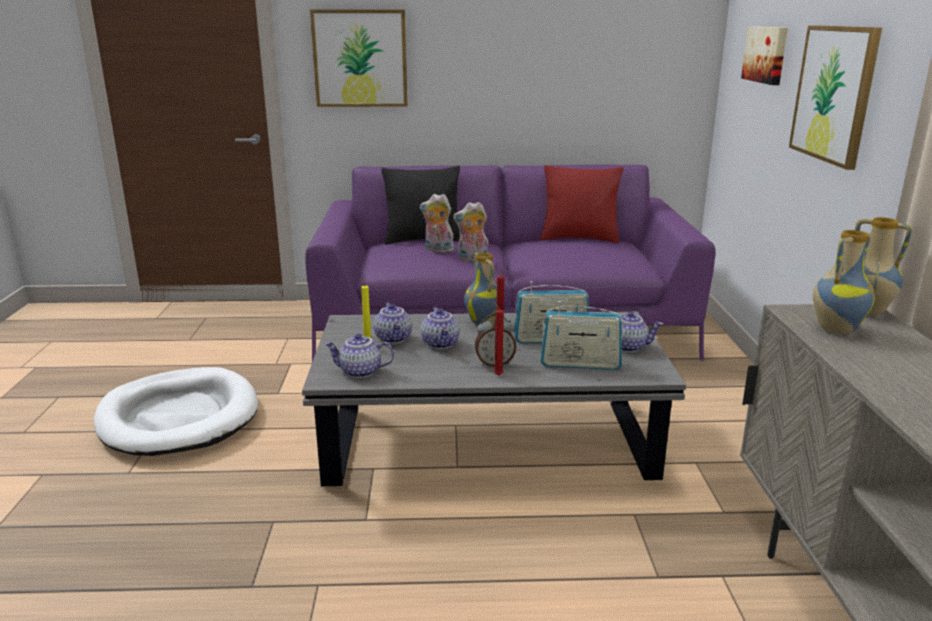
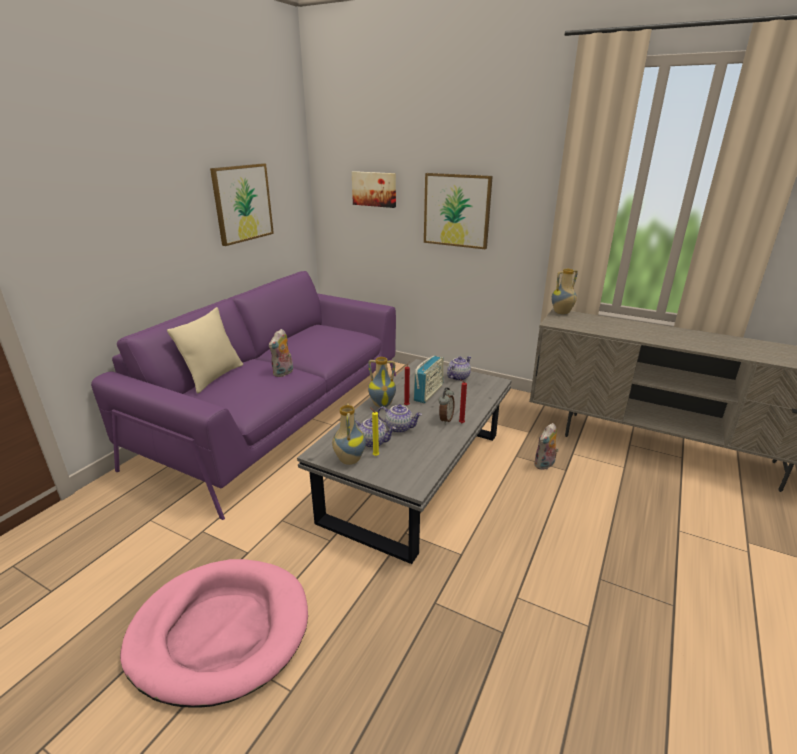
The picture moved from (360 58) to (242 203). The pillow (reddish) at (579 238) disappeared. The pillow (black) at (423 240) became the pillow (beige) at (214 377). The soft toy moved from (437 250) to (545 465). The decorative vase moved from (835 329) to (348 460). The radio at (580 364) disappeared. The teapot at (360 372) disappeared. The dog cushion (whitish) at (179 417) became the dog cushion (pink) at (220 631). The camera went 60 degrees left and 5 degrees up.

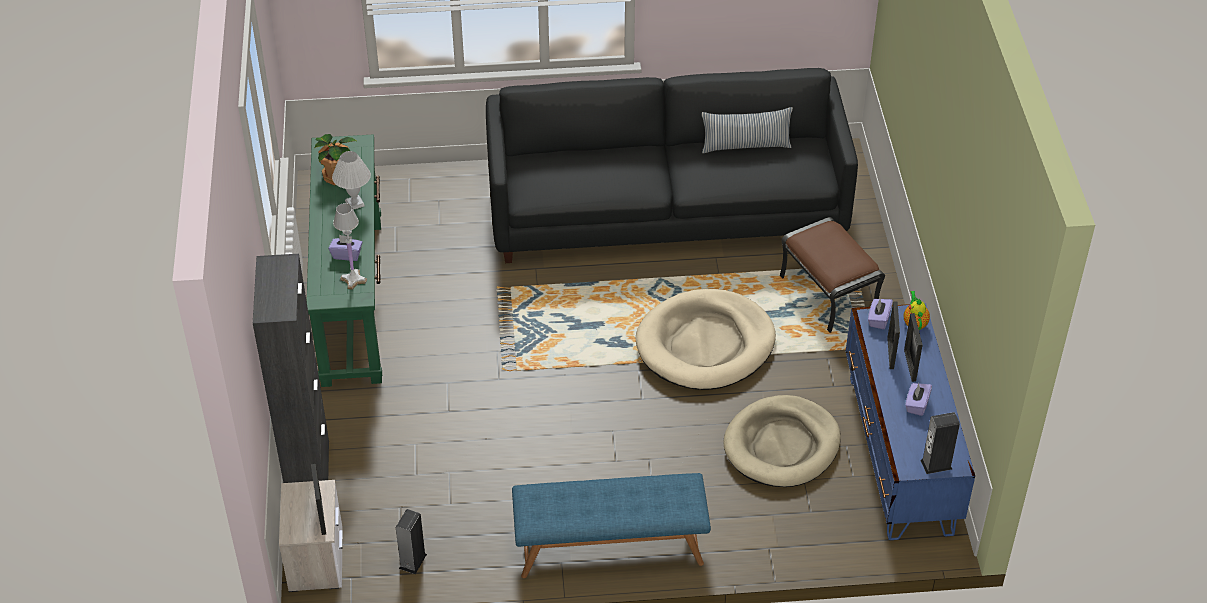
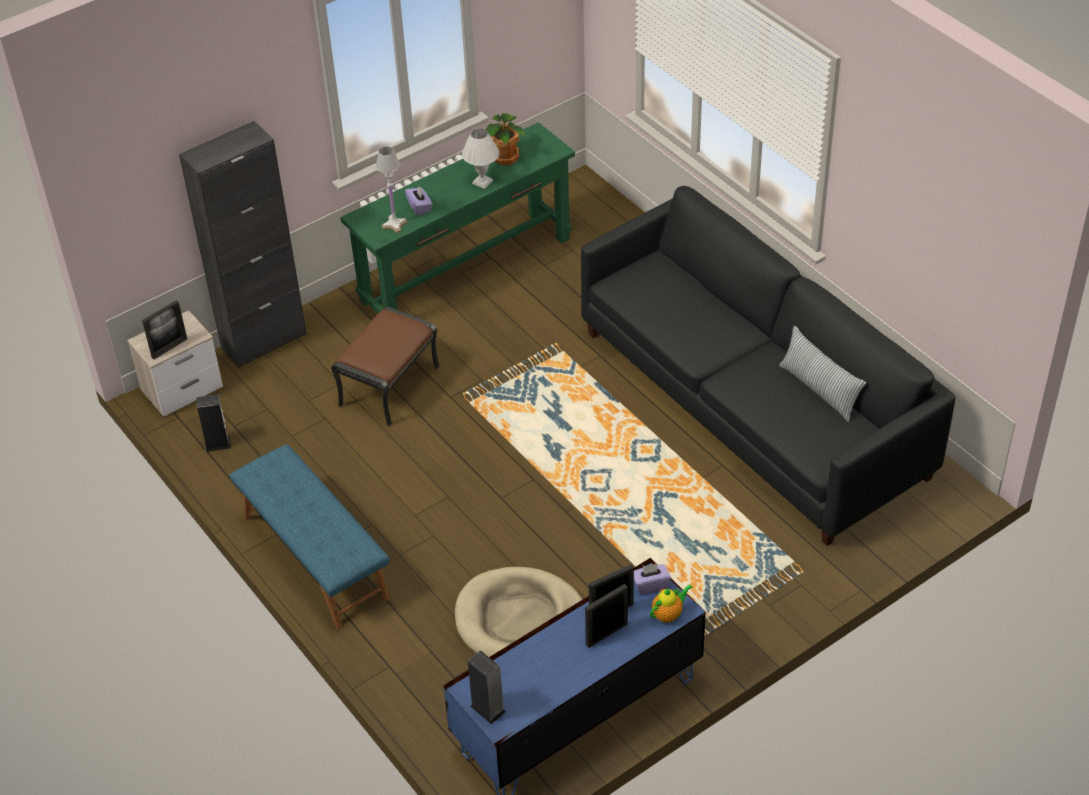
The pouffe (brown) moved from (827 294) to (389 385). The dog cushion (beige) at (705 344) disappeared. The box of tissues (purplish) at (916 405) disappeared. The camera went 60 degrees right and 0 degrees up.

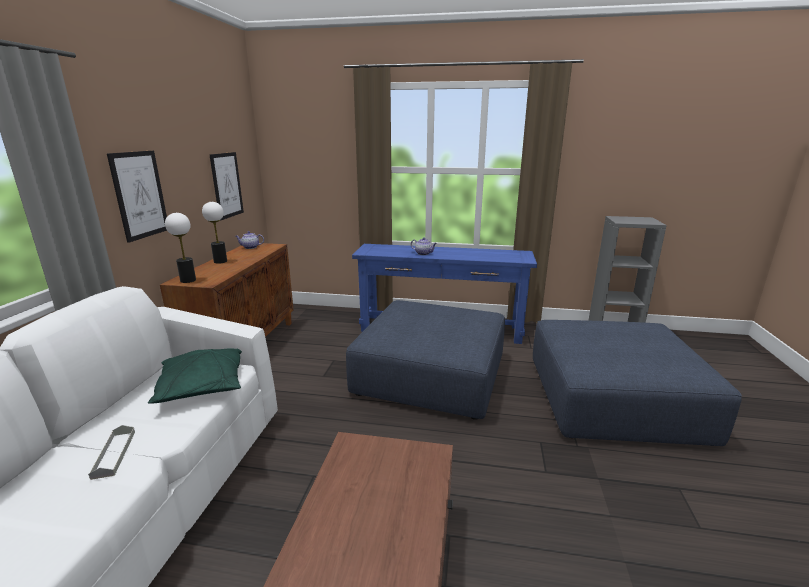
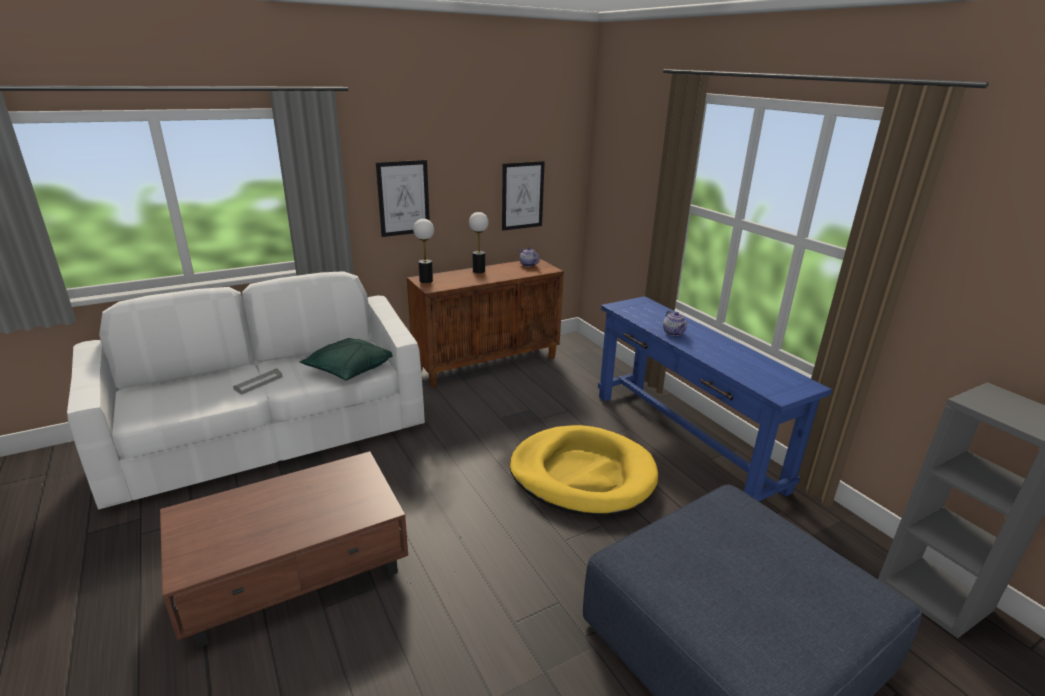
The pouffe (bluish) at (430 375) was replaced by the dog cushion (yellow) at (582 474). The camera went 50 degrees right and 5 degrees up.

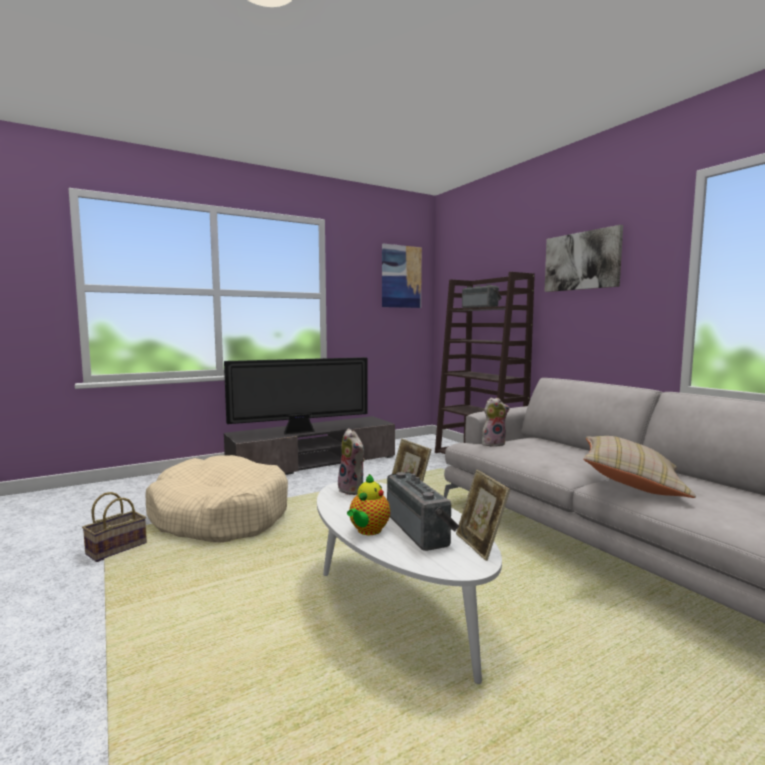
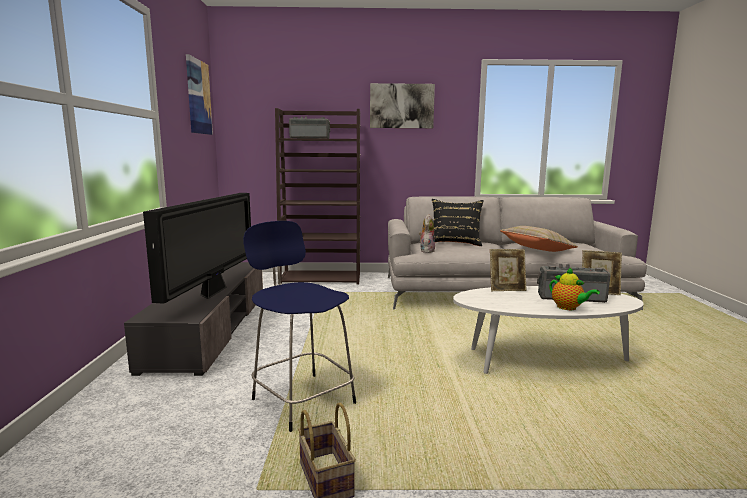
The soft toy at (353 490) disappeared. The dog cushion (beige) at (219 516) was replaced by the stool seat (bluish) at (301 400). The pillow (black) at (455 242) appeared. The camera went 60 degrees left and 5 degrees up.

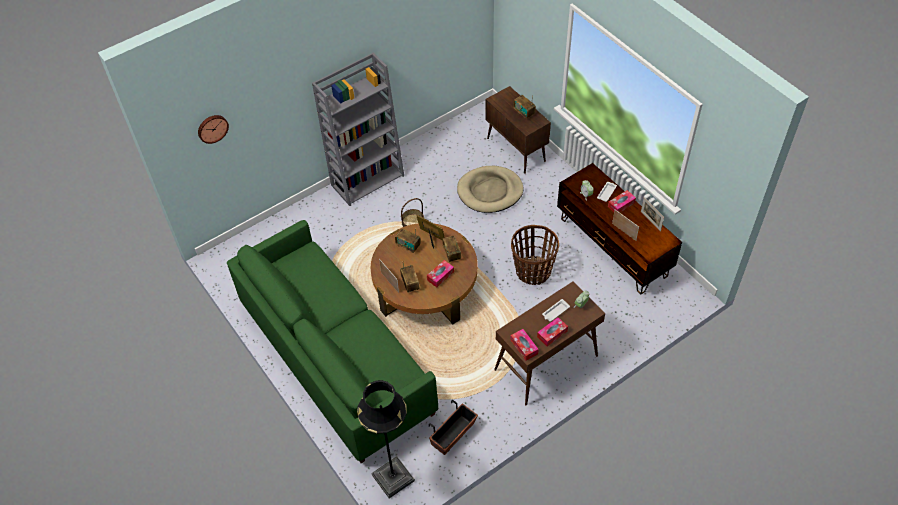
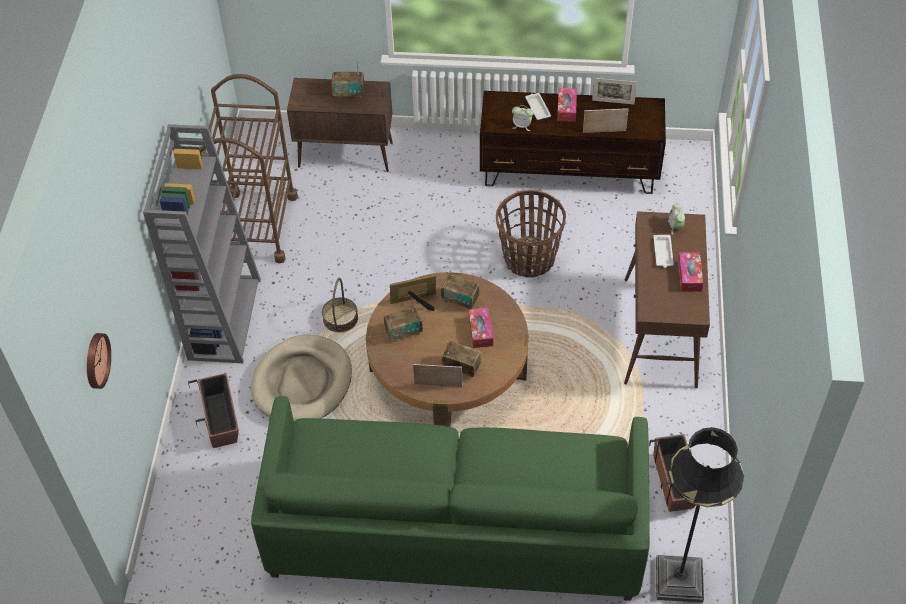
The dog cushion (beige) moved from (490 191) to (302 382). The box of tissues at (524 347) disappeared. The wheeled cart (brown) at (257 226) appeared. The plant pot at (220 419) appeared. The camera went 50 degrees left and 0 degrees up.

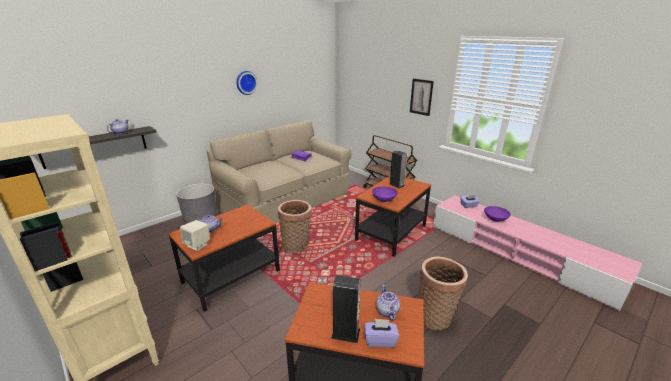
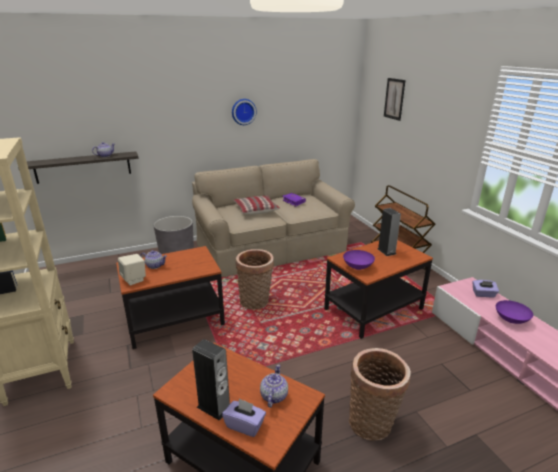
The picture moved from (421 97) to (394 99). The pillow at (255 209) appeared. The camera went 20 degrees right and 0 degrees up.

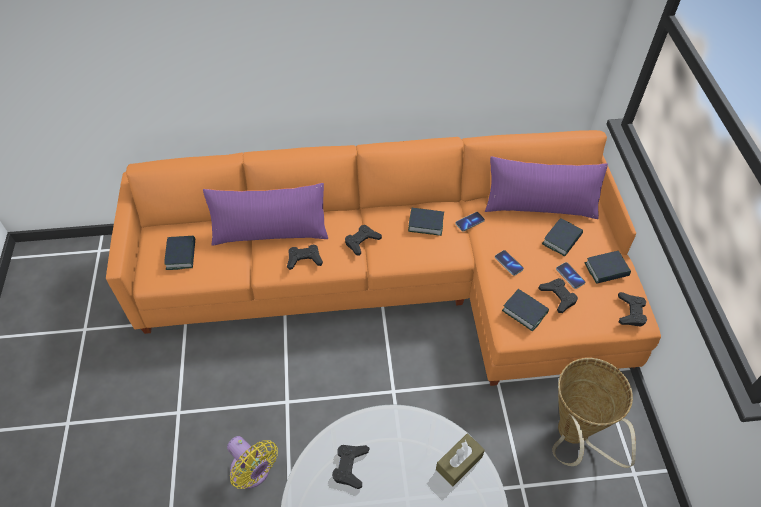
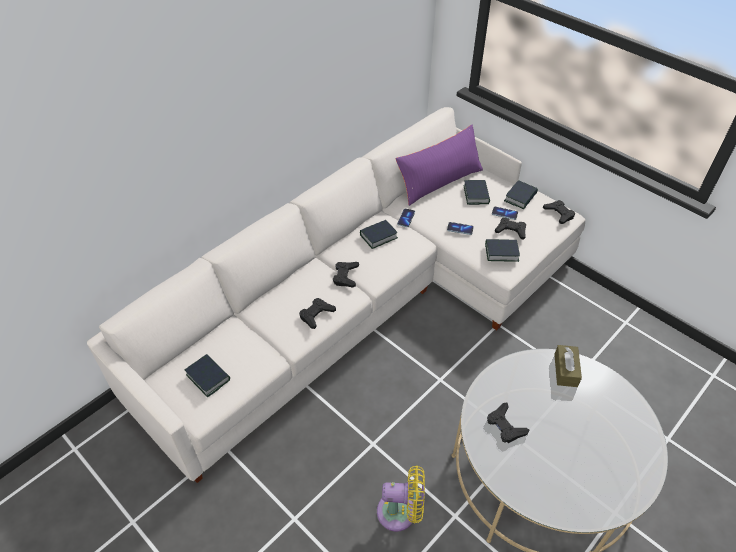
The sofa (orange) at (405 278) became the sofa (whitish) at (369 299). The pillow (purplish) at (270 231) disappeared. The storage basket at (573 438) disappeared. The camera went 40 degrees left and 5 degrees down.

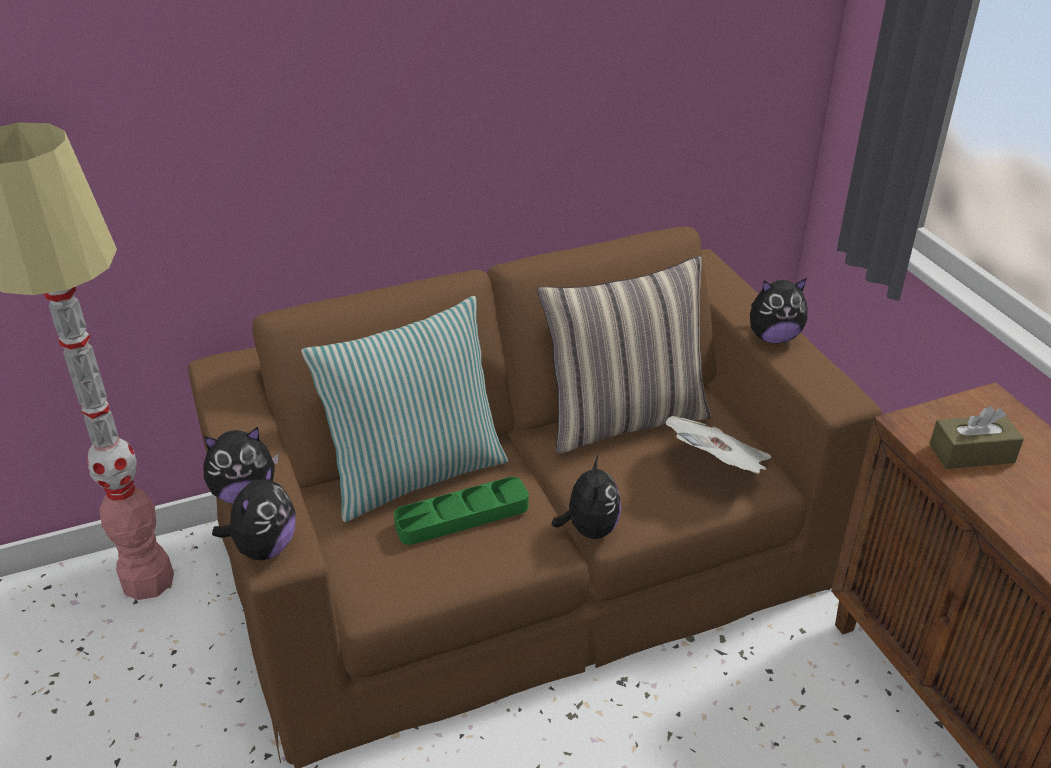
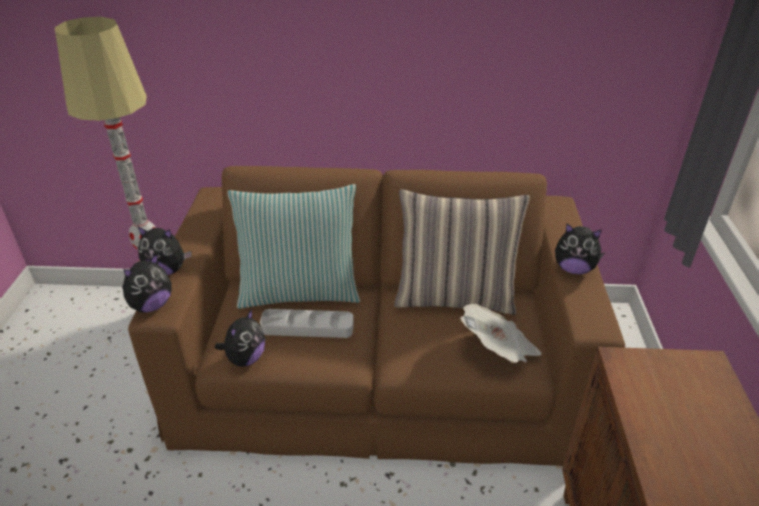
The box of tissues (brown) at (971 453) disappeared. The soft toy moved from (589 529) to (245 358). The tray (green) at (462 516) became the tray (grey) at (307 327). The camera went 25 degrees right and 0 degrees up.

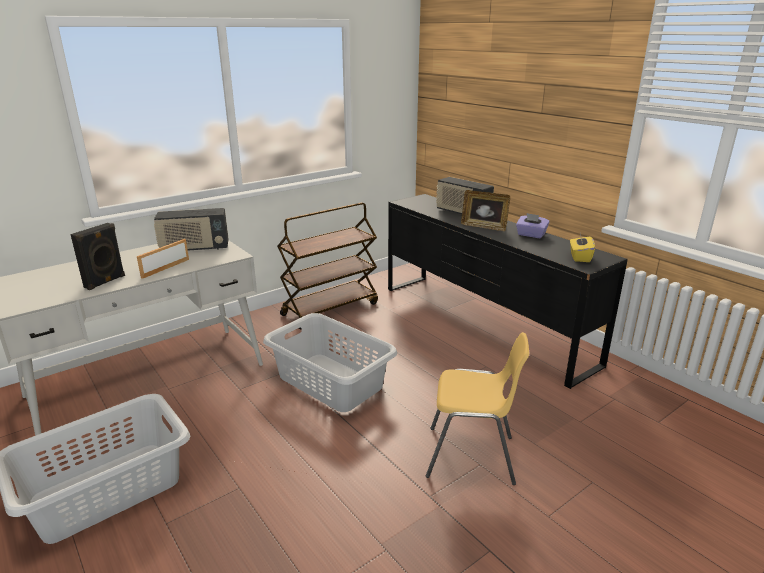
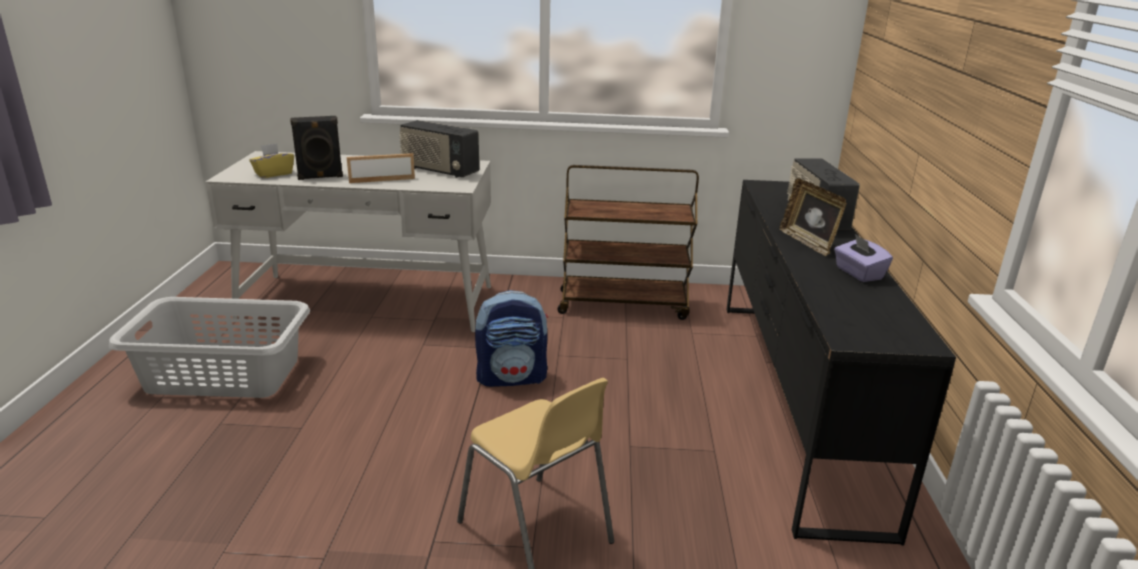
The box of tissues (yellow) moved from (579 257) to (273 174). The hamper (grey) at (330 381) was replaced by the knapsack at (512 377). The camera went 40 degrees right and 0 degrees up.

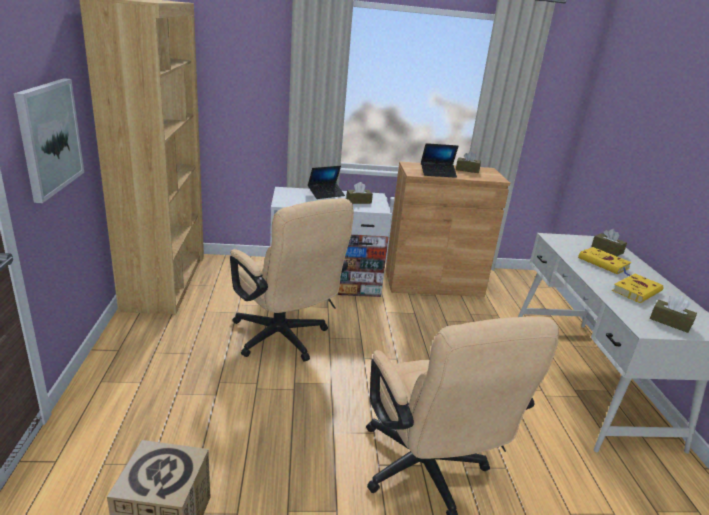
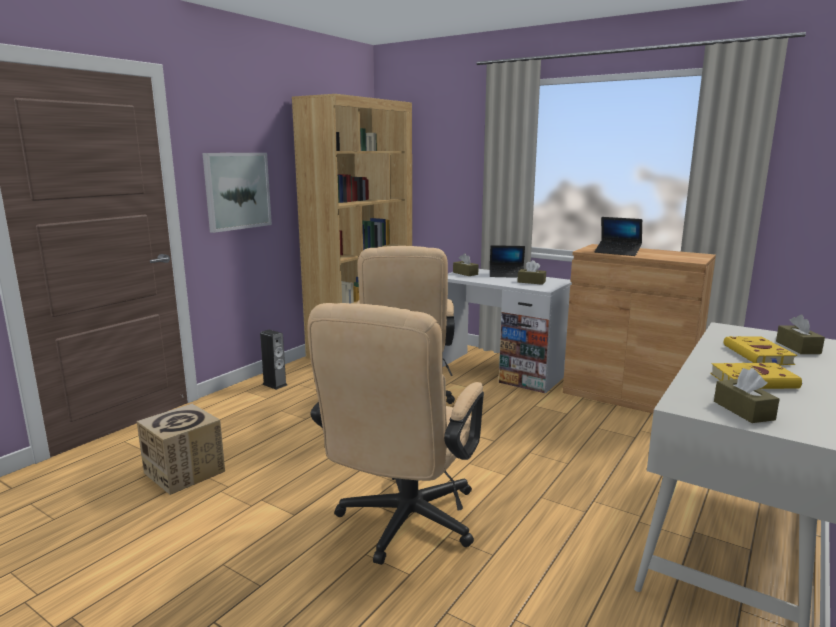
The box of tissues (brown) moved from (467 170) to (465 273). The loudspeaker at (274 384) appeared. The camera went 40 degrees right and 10 degrees down.

